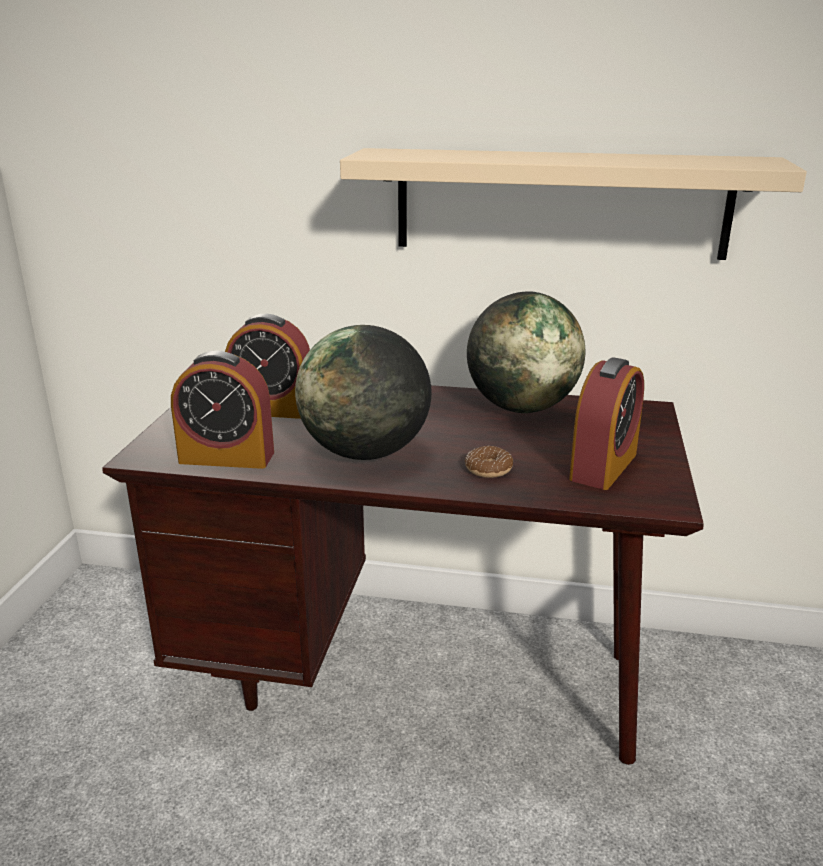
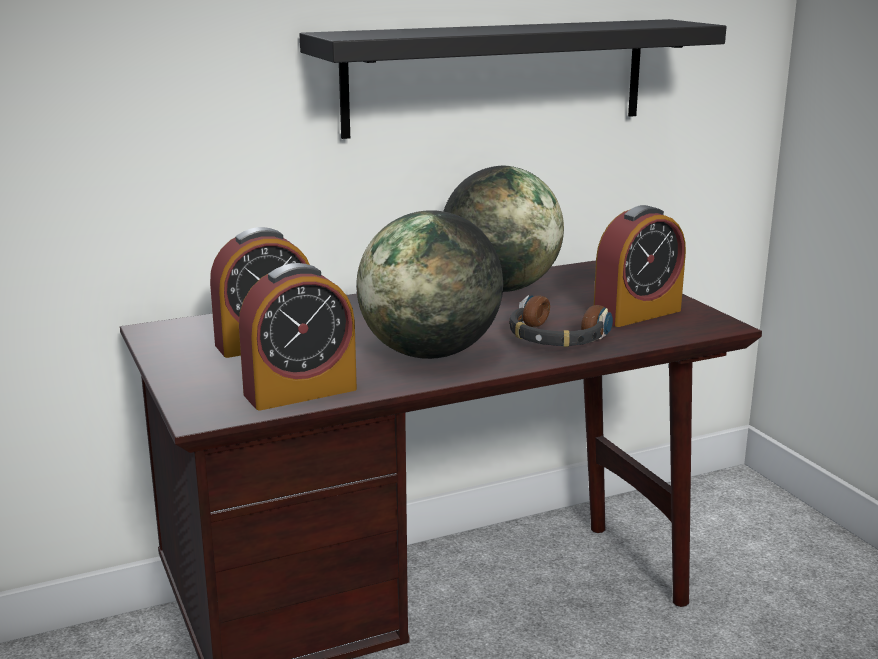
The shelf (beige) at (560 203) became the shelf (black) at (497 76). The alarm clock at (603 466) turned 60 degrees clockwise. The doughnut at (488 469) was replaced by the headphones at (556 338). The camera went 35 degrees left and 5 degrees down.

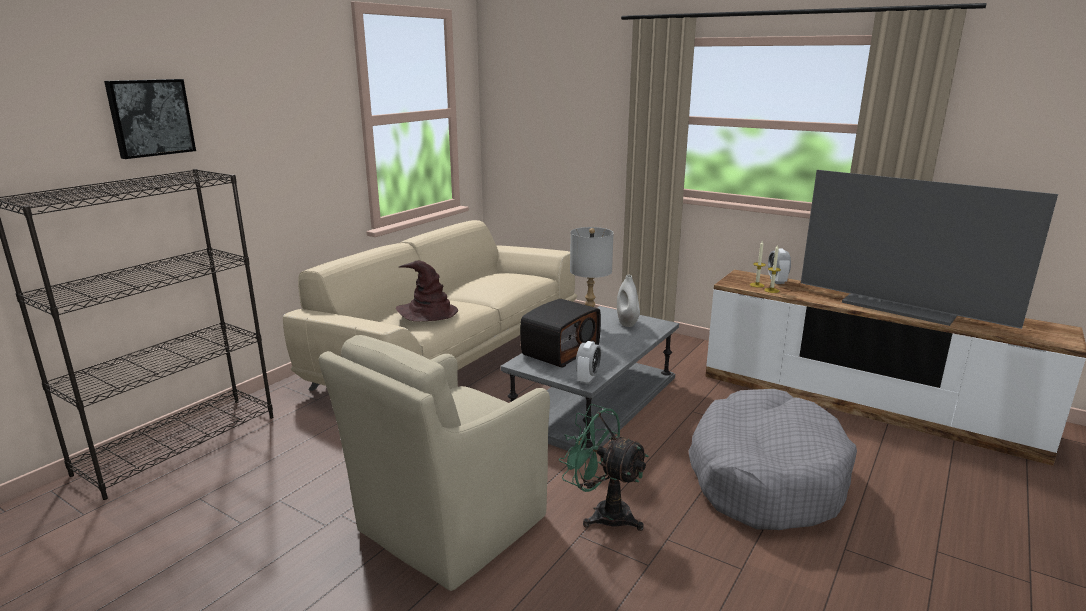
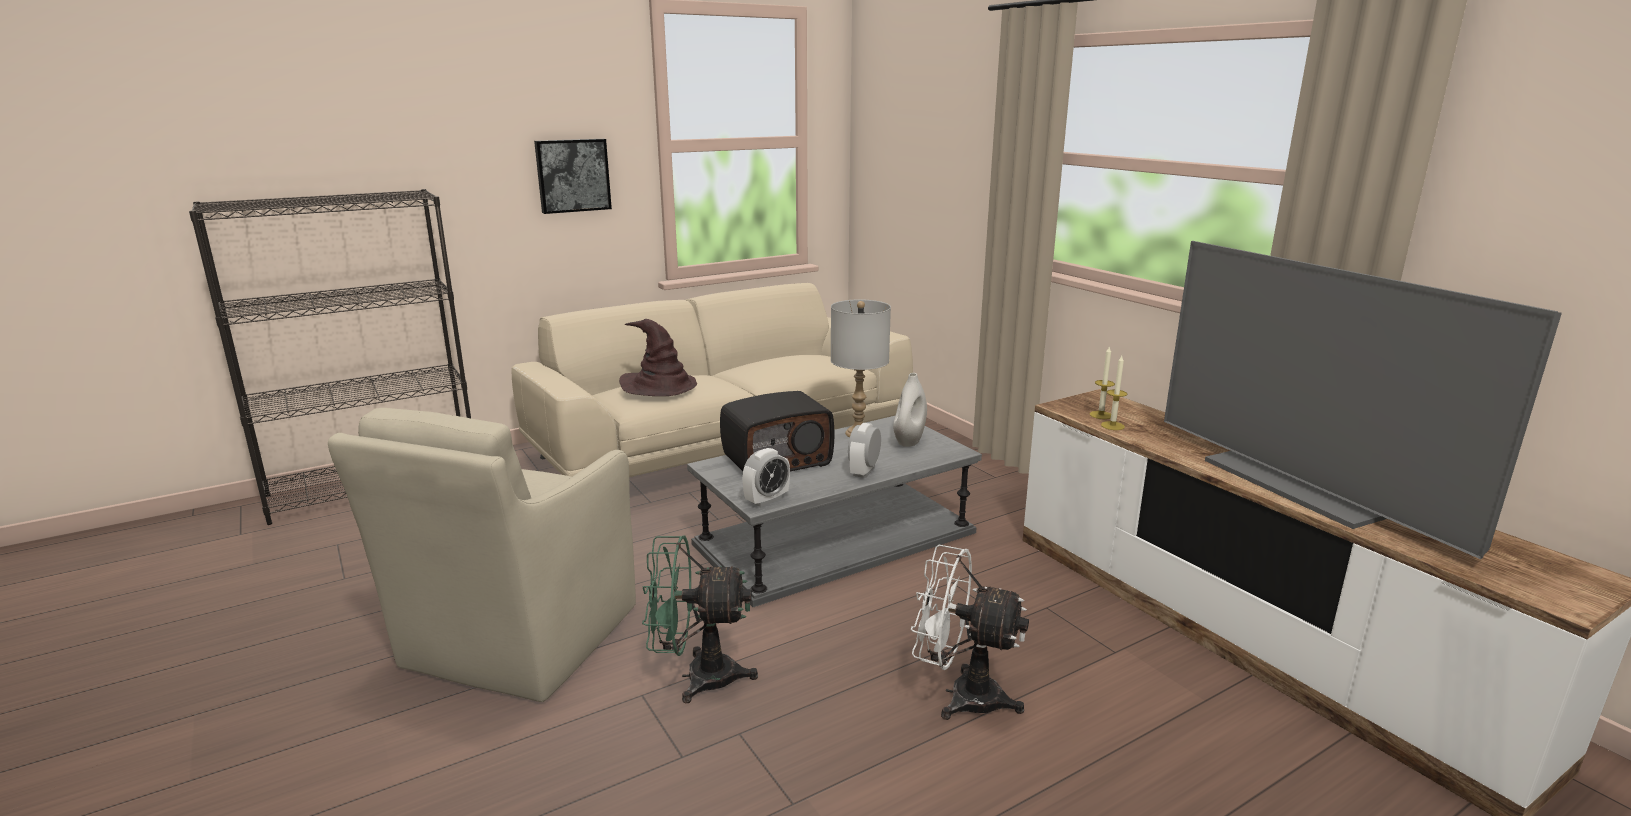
The picture moved from (150 117) to (572 175). The alarm clock moved from (777 281) to (864 471). The easy chair (beige) at (448 527) turned 45 degrees counterclockwise. The dog cushion (grey) at (765 476) was replaced by the cooling fan (whitish) at (961 695). The cooling fan (green) at (603 513) turned 60 degrees counterclockwise. The camera went 25 degrees right and 0 degrees up.

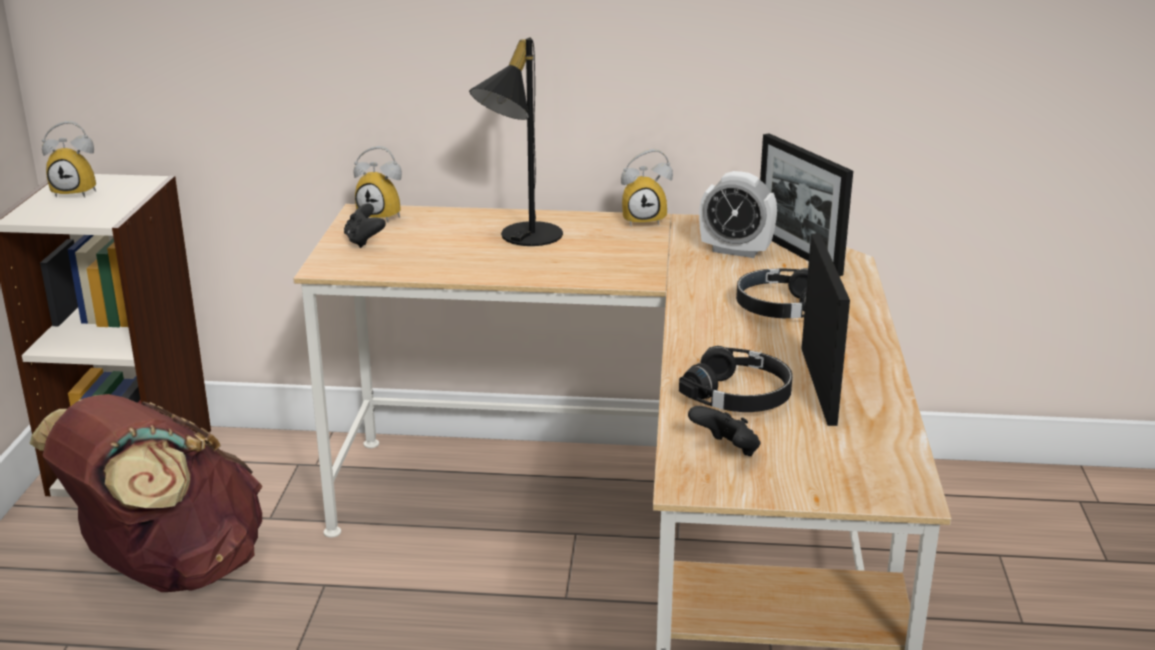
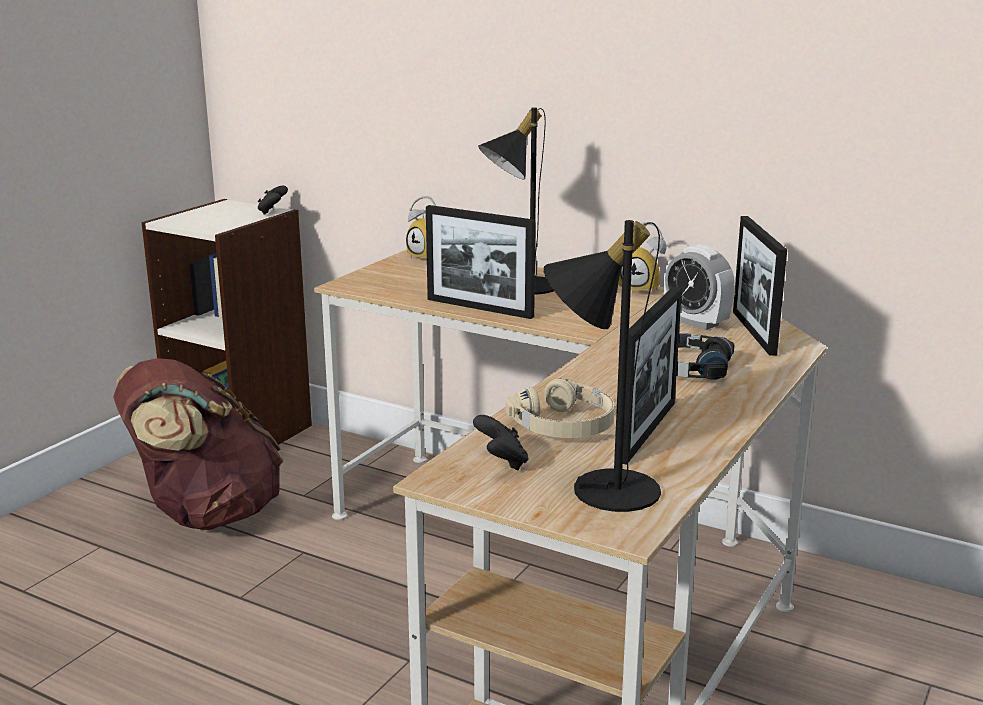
The alarm clock at (78 192) disappeared. The gamepad (black) moved from (364 241) to (272 212). The headphones (black) at (739 395) became the headphones (beige) at (564 425). The picture frame at (479 308) appeared. The tabletop lamp (black) at (600 486) appeared. The camera went 25 degrees right and 5 degrees down.

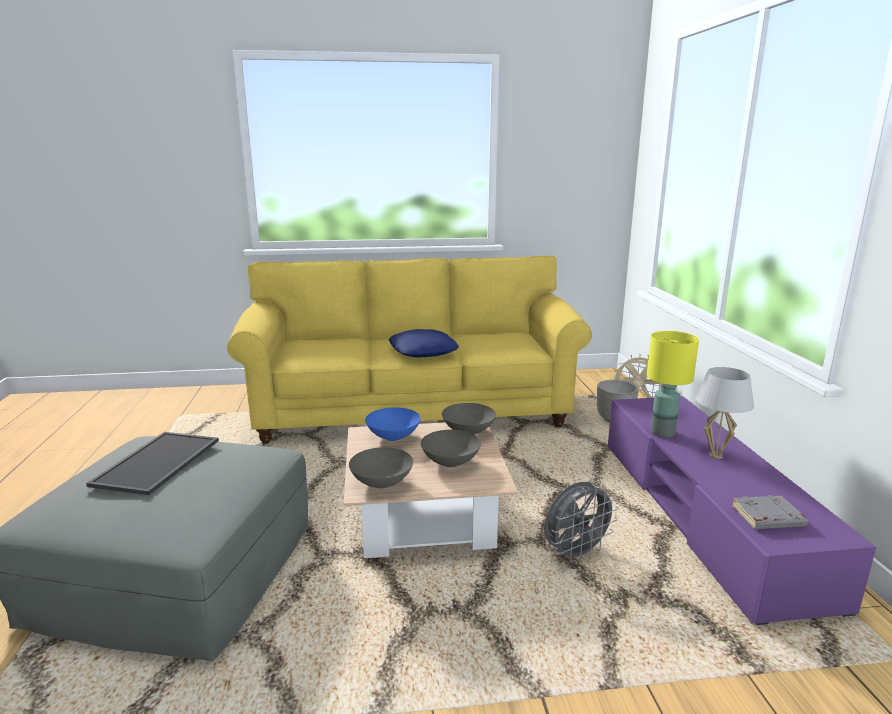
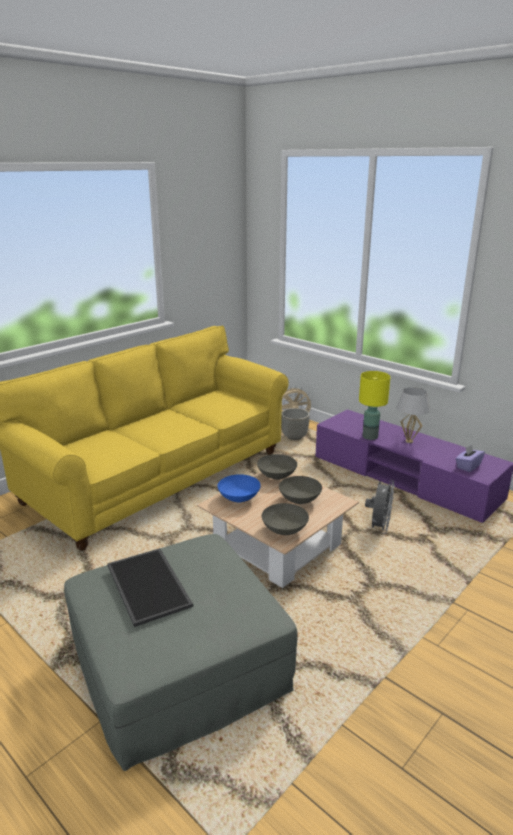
The pillow (bluish) at (423 351) disappeared. The volume (grey) at (767 518) was replaced by the box of tissues (purplish) at (468 466). The camera went 40 degrees left and 5 degrees up.

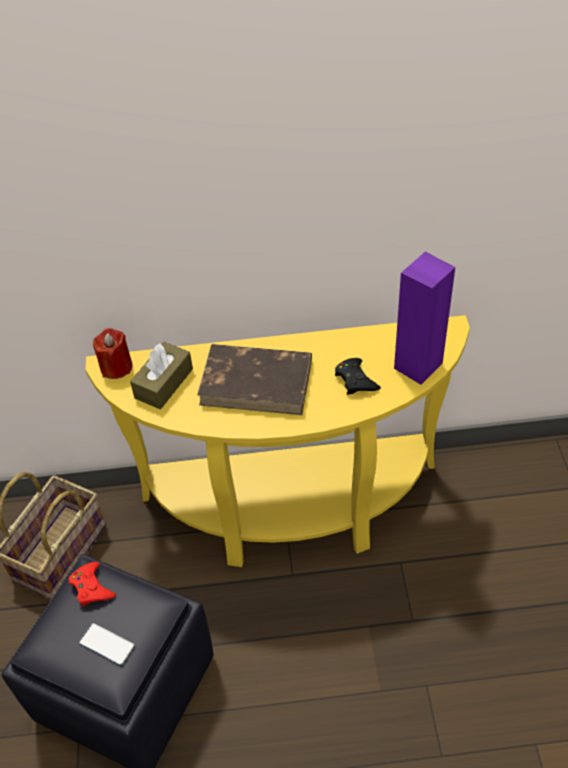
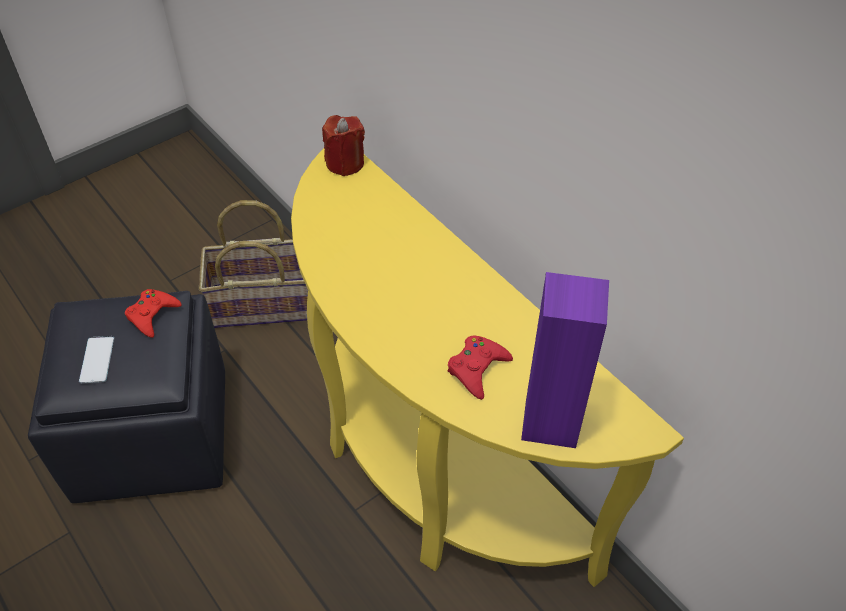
The box of tissues (brown) at (164 383) disappeared. The volume (brown) at (257 382) disappeared. The gamepad (black) at (355 380) became the gamepad (reddish) at (477 369). The camera went 55 degrees right and 0 degrees up.

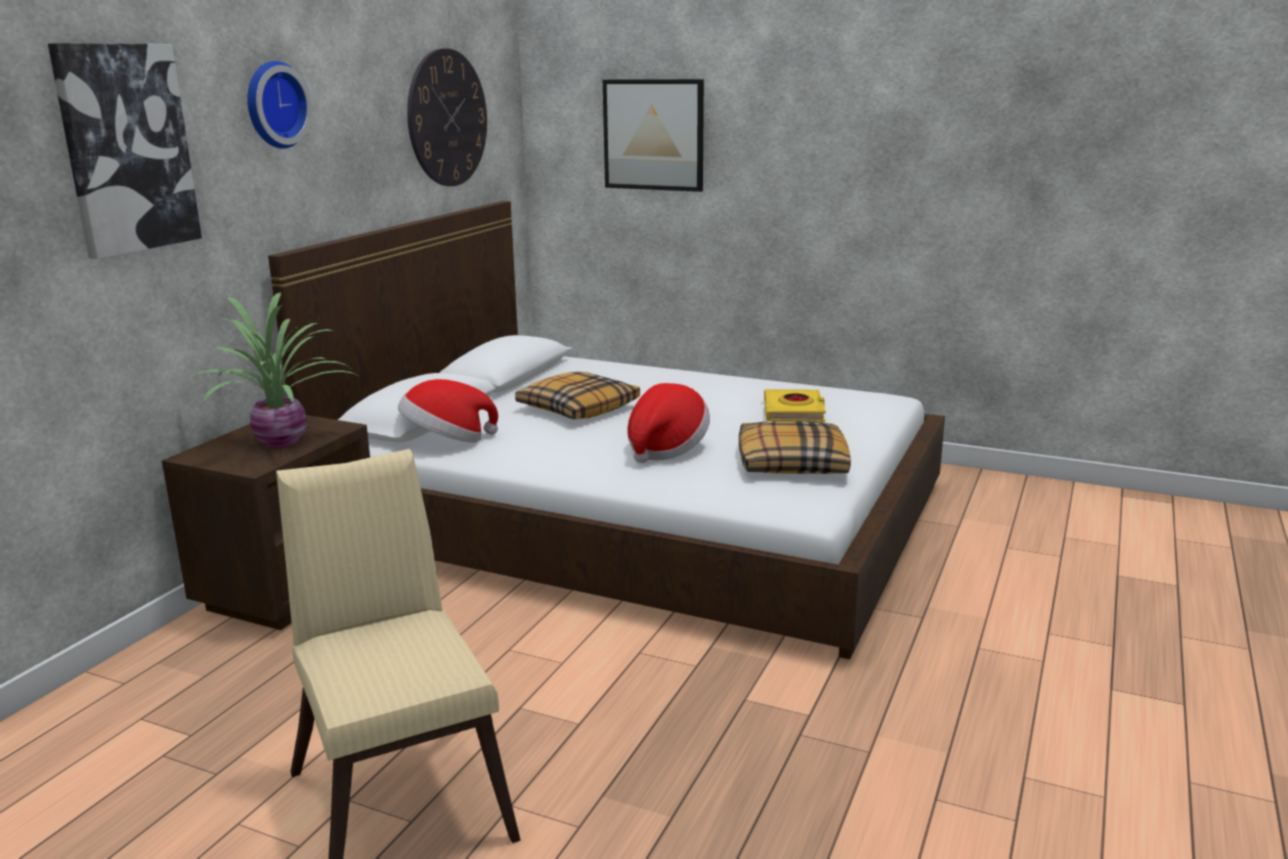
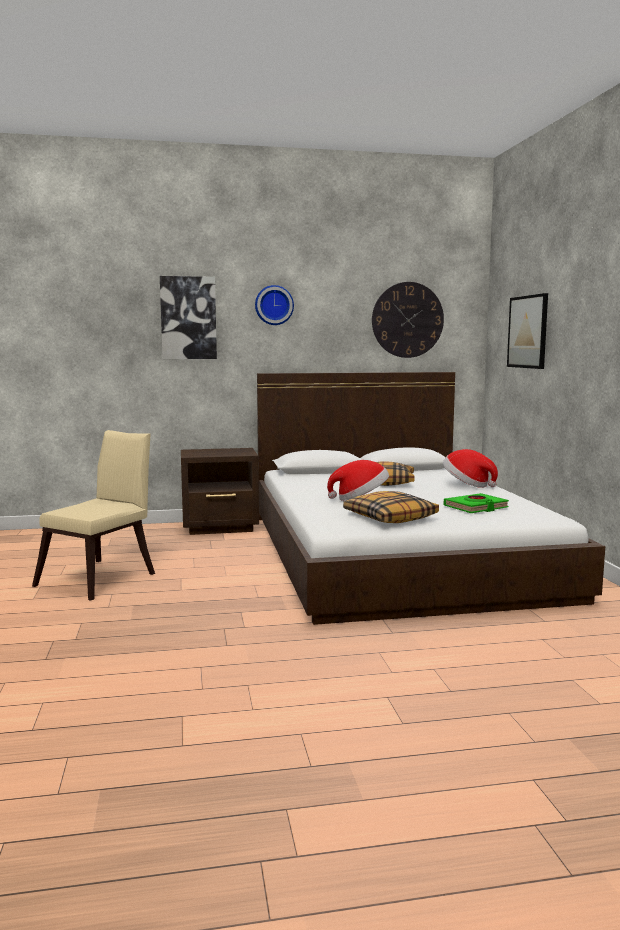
The plant in a pot at (283 440) disappeared. The clothing hat moved from (447 441) to (467 485). The volume (yellow) at (794 411) became the volume (green) at (476 507). The camera went 55 degrees right and 10 degrees down.

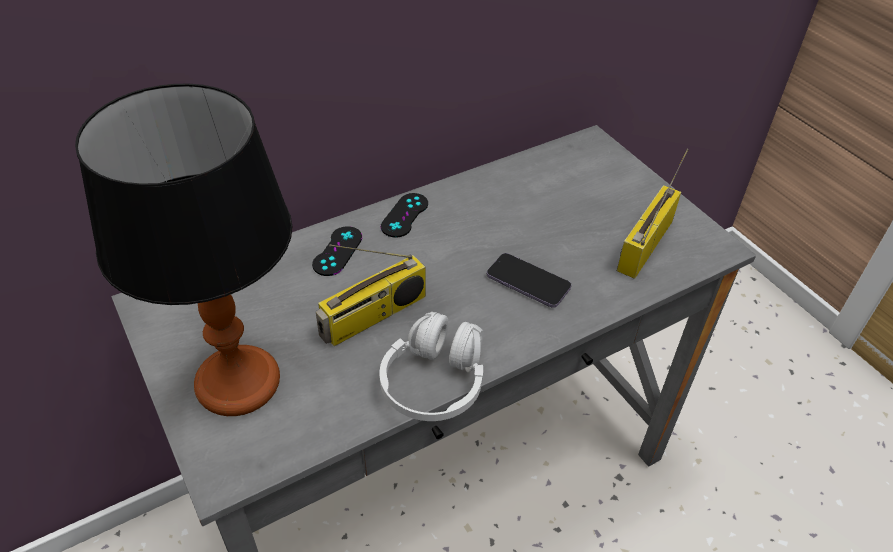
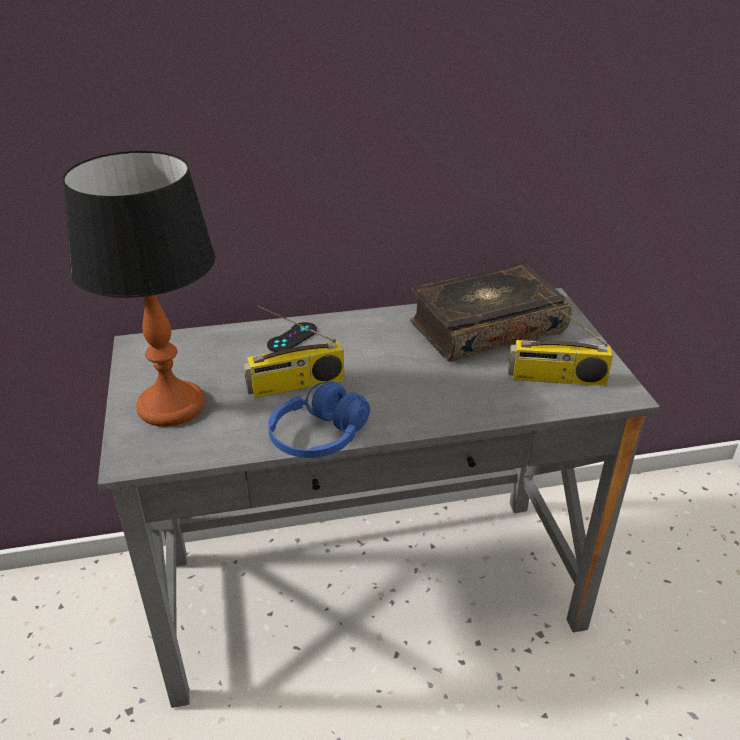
The radio at (644 243) turned 135 degrees counterclockwise. The gamepad (black) at (404 215) disappeared. The phone at (528 282) disappeared. The headphones (whitish) at (435 382) became the headphones (bluish) at (319 437). The volume at (485 327) appeared. The camera went 20 degrees right and 10 degrees down.

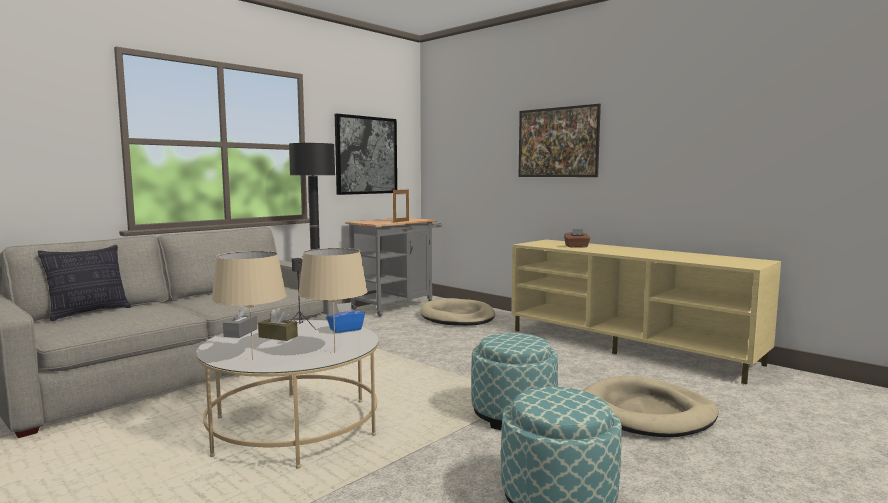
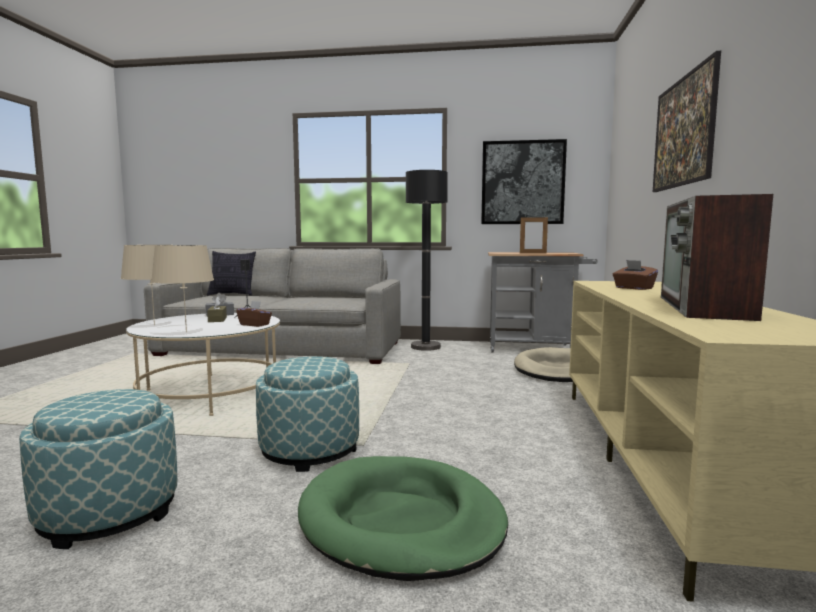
The box of tissues (bluish) at (345 329) became the box of tissues (brown) at (255 324). The dog cushion (beige) at (647 413) became the dog cushion (green) at (401 521). The TV at (704 307) appeared. The camera went 55 degrees right and 0 degrees up.

